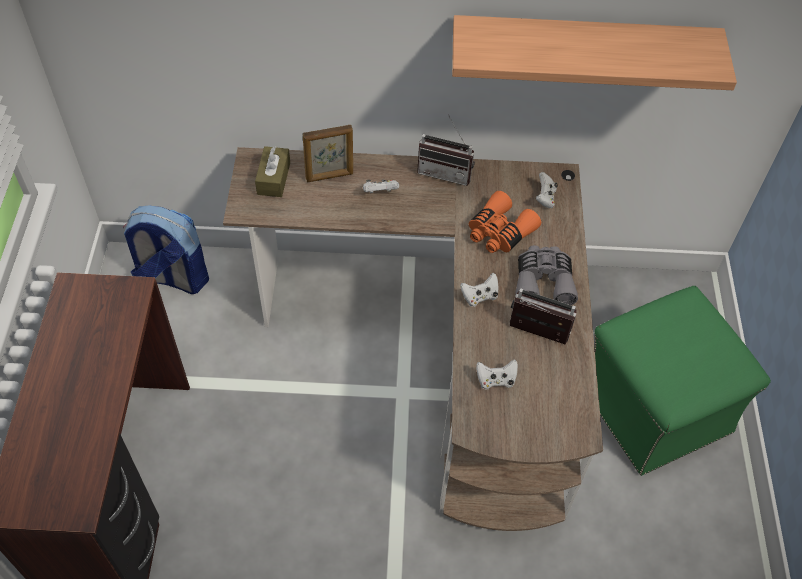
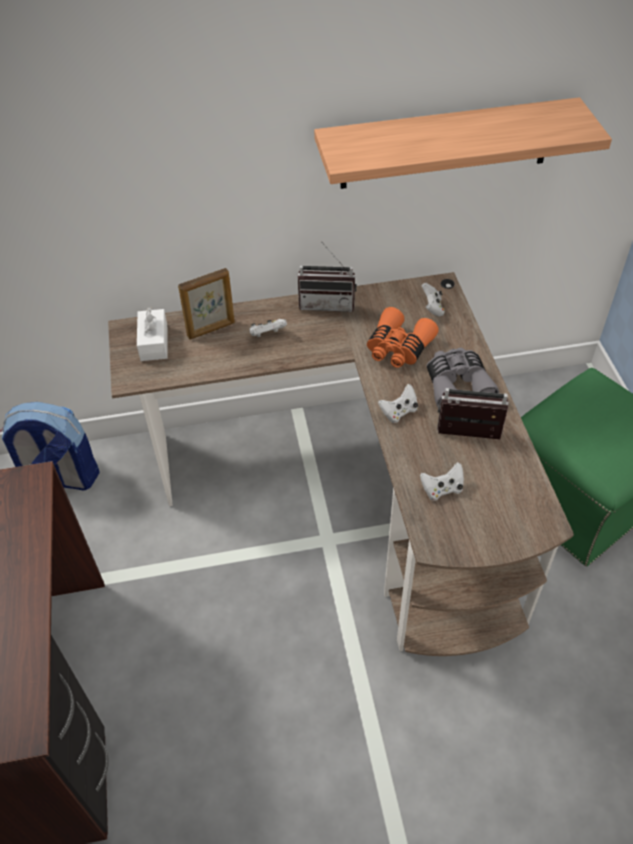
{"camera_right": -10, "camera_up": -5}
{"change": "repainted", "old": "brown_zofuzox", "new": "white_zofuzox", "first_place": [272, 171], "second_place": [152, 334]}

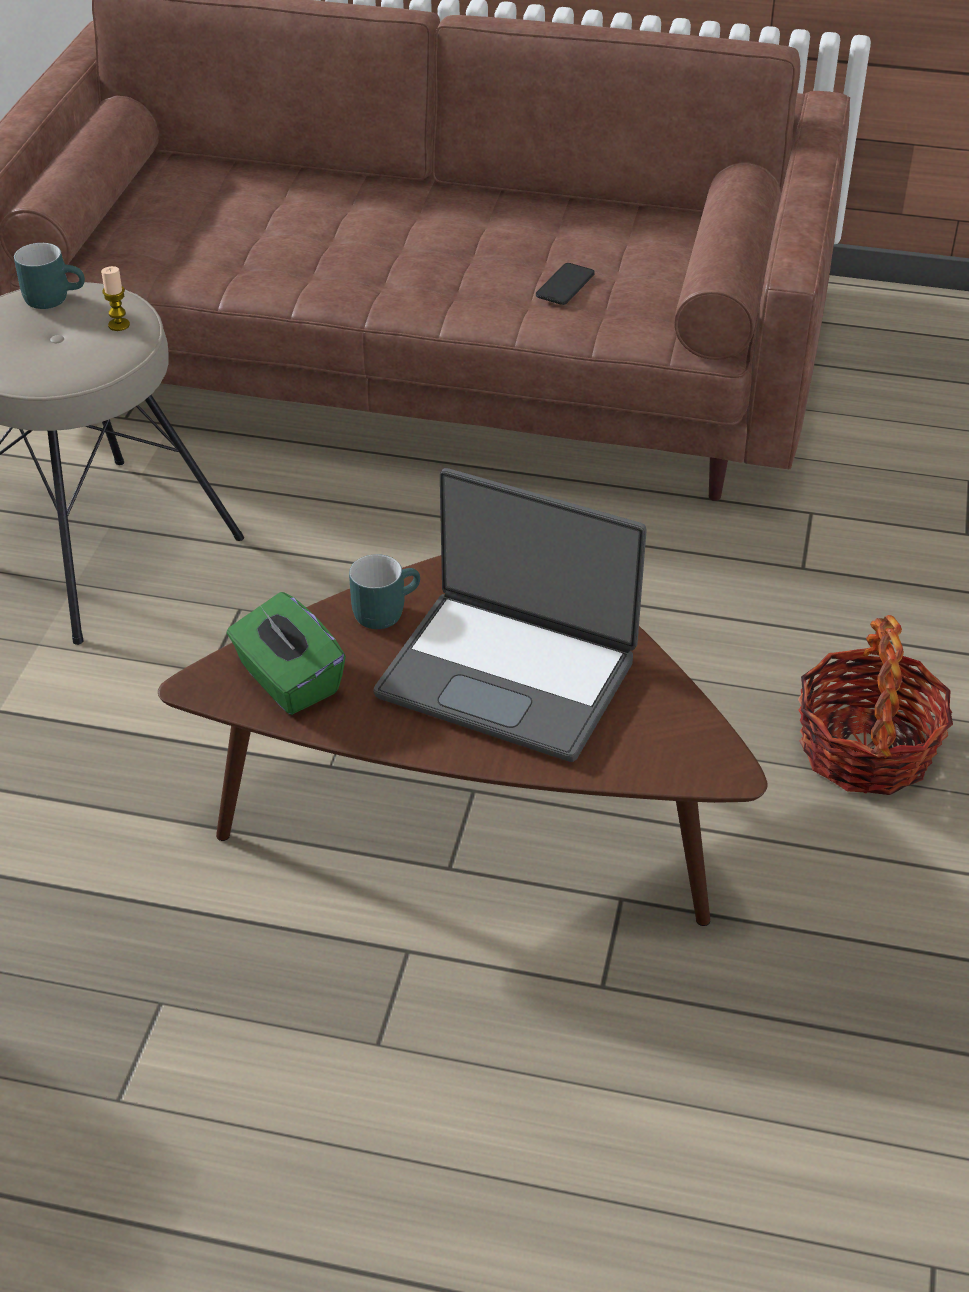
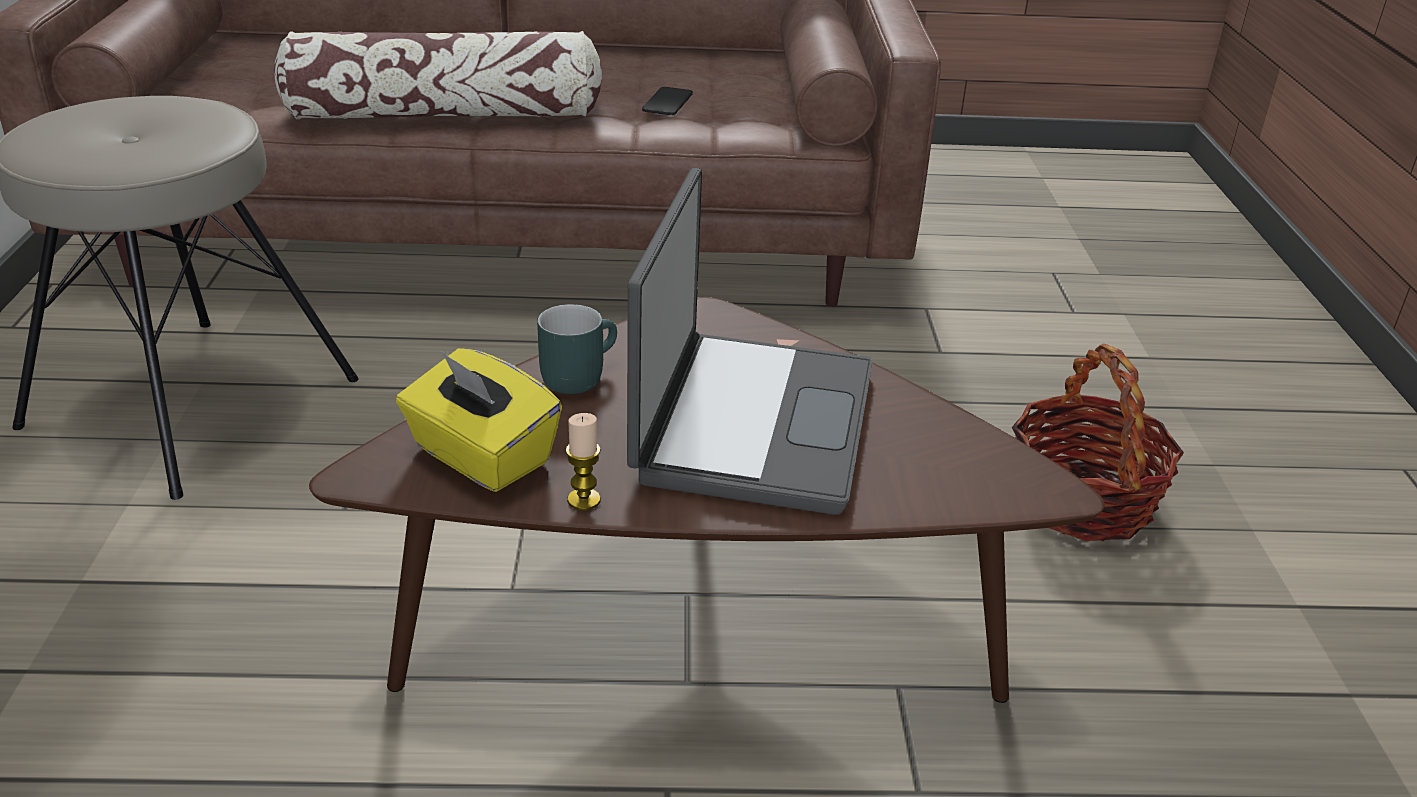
{"camera_right": -15, "camera_up": -10}
{"change": "gone", "old": "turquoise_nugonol", "first_place": [49, 276]}
{"change": "new", "new": "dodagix", "second_place": [438, 75]}
{"change": "shifted", "old": "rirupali", "first_place": [115, 298], "second_place": [583, 461]}
{"change": "repainted", "old": "green_zofuzox", "new": "yellow_zofuzox", "first_place": [286, 653], "second_place": [479, 420]}
{"change": "rotated", "old": "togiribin", "first_place": [510, 615], "second_place": [750, 341], "degrees": -90}

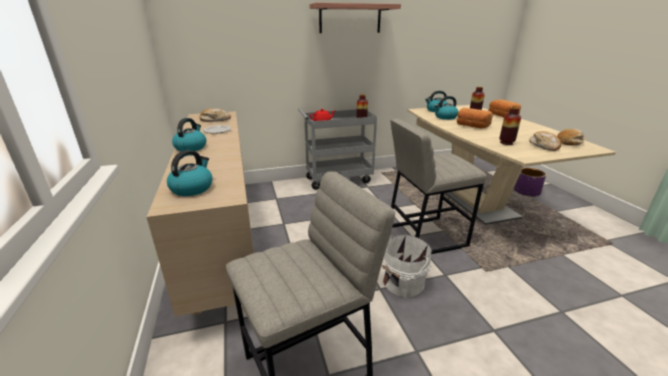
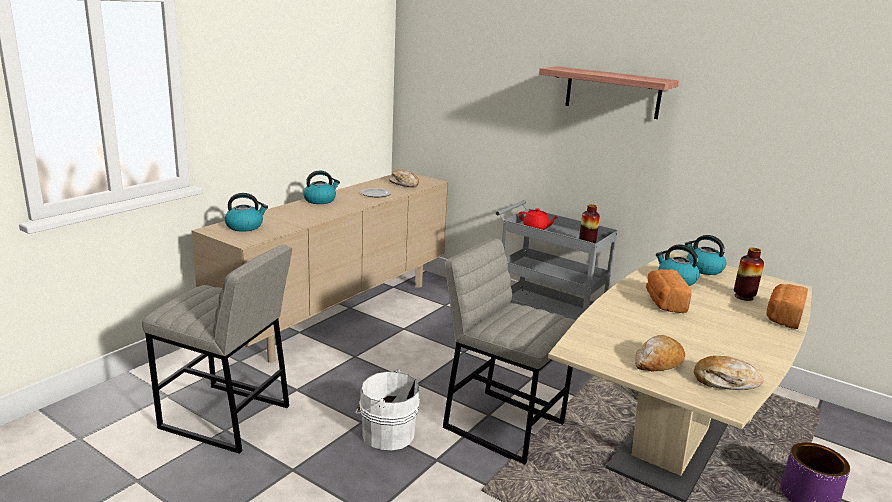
{"camera_right": 50, "camera_up": -5}
{"change": "gone", "old": "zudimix", "first_place": [510, 126]}

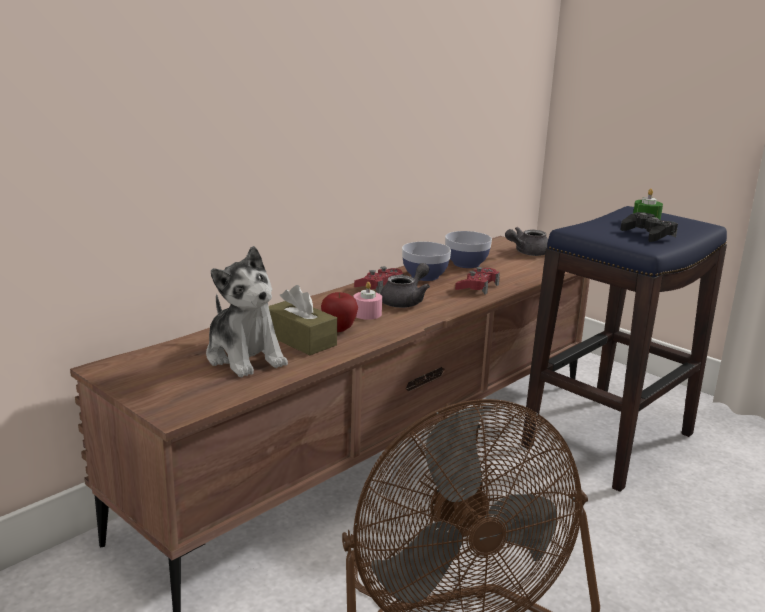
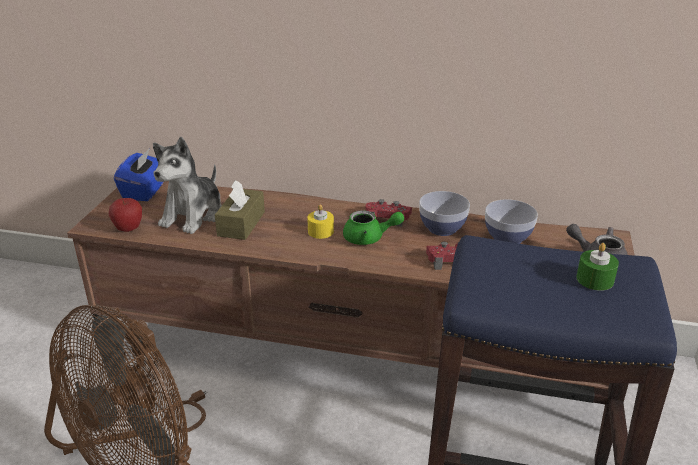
{"camera_right": 60, "camera_up": 10}
{"change": "gone", "old": "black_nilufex", "first_place": [649, 227]}
{"change": "new", "new": "blue_zofuzox", "second_place": [138, 174]}
{"change": "shifted", "old": "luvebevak", "first_place": [339, 312], "second_place": [125, 215]}
{"change": "repainted", "old": "pink_rirupali", "new": "yellow_rirupali", "first_place": [368, 301], "second_place": [320, 221]}
{"change": "repainted", "old": "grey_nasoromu", "new": "green_nasoromu", "first_place": [405, 285], "second_place": [373, 227]}

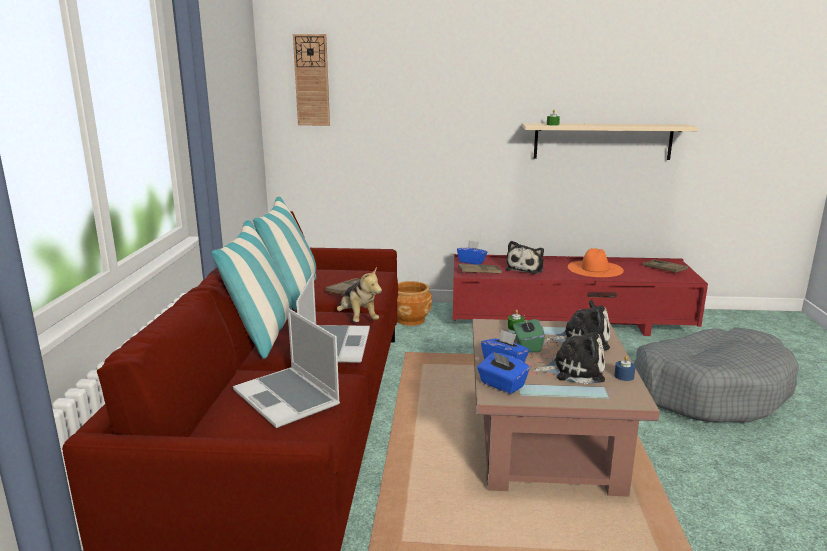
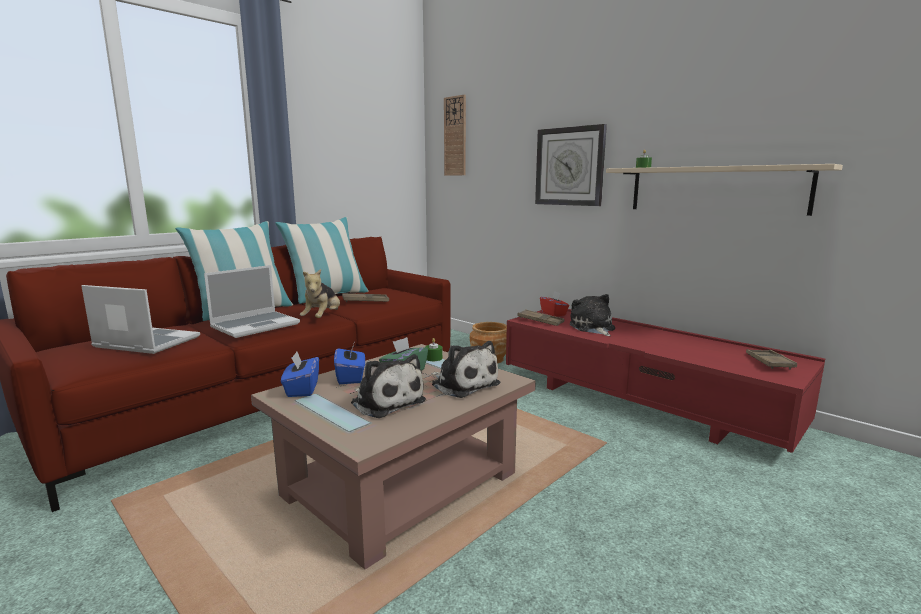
{"camera_right": 40, "camera_up": -5}
{"change": "gone", "old": "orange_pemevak", "first_place": [596, 262]}
{"change": "gone", "old": "blue_rirupali", "first_place": [625, 368]}
{"change": "gone", "old": "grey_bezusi", "first_place": [716, 374]}
{"change": "new", "new": "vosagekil", "second_place": [571, 165]}
{"change": "repainted", "old": "blue_zofuzox", "new": "red_zofuzox", "first_place": [472, 253], "second_place": [554, 304]}
{"change": "rotated", "old": "togiribin", "first_place": [286, 368], "second_place": [141, 319], "degrees": 105}
{"change": "rotated", "old": "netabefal", "first_place": [525, 257], "second_place": [592, 315], "degrees": 105}

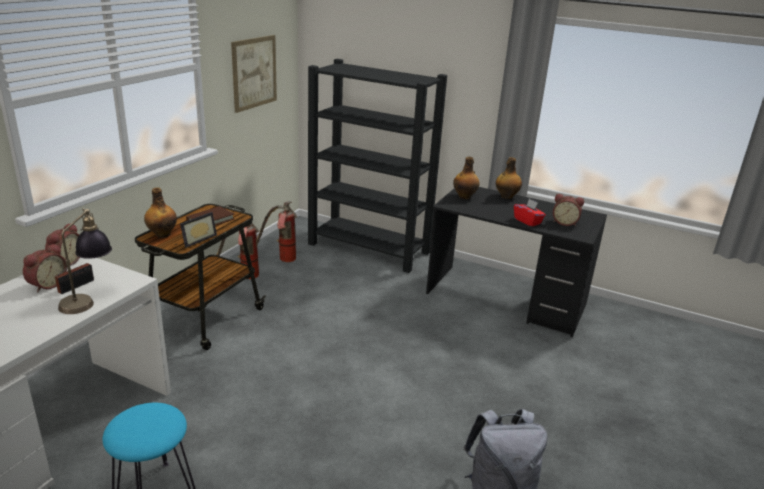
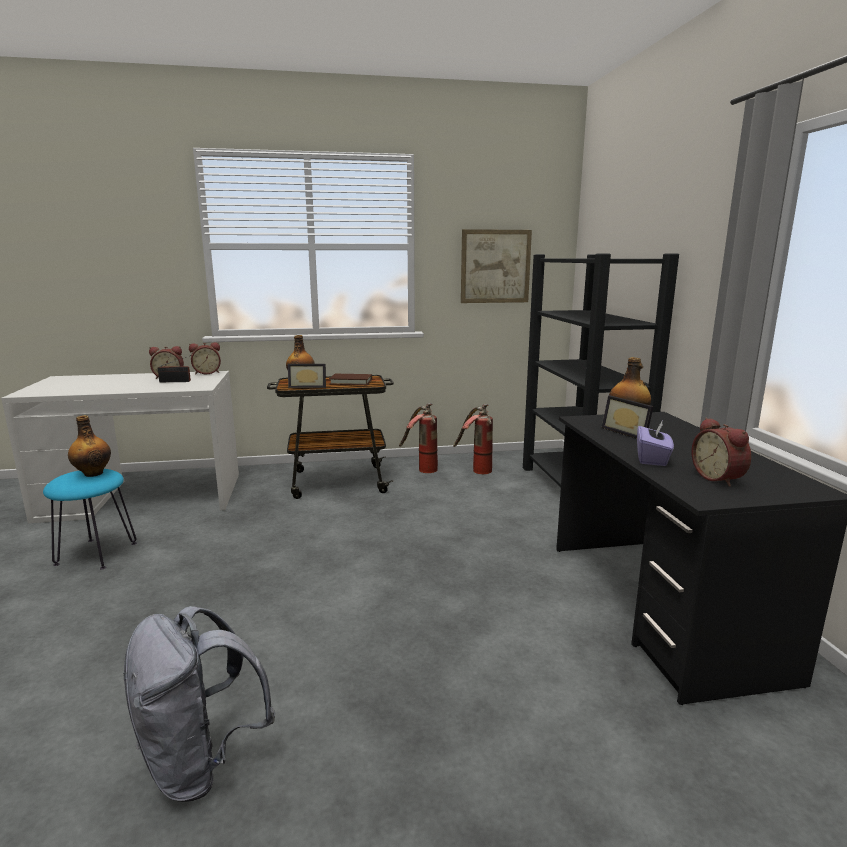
{"camera_right": 55, "camera_up": -10}
{"change": "gone", "old": "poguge", "first_place": [85, 261]}
{"change": "new", "new": "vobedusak", "second_place": [627, 417]}
{"change": "shifted", "old": "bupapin", "first_place": [509, 178], "second_place": [89, 446]}
{"change": "repainted", "old": "red_zofuzox", "new": "purple_zofuzox", "first_place": [530, 213], "second_place": [655, 443]}

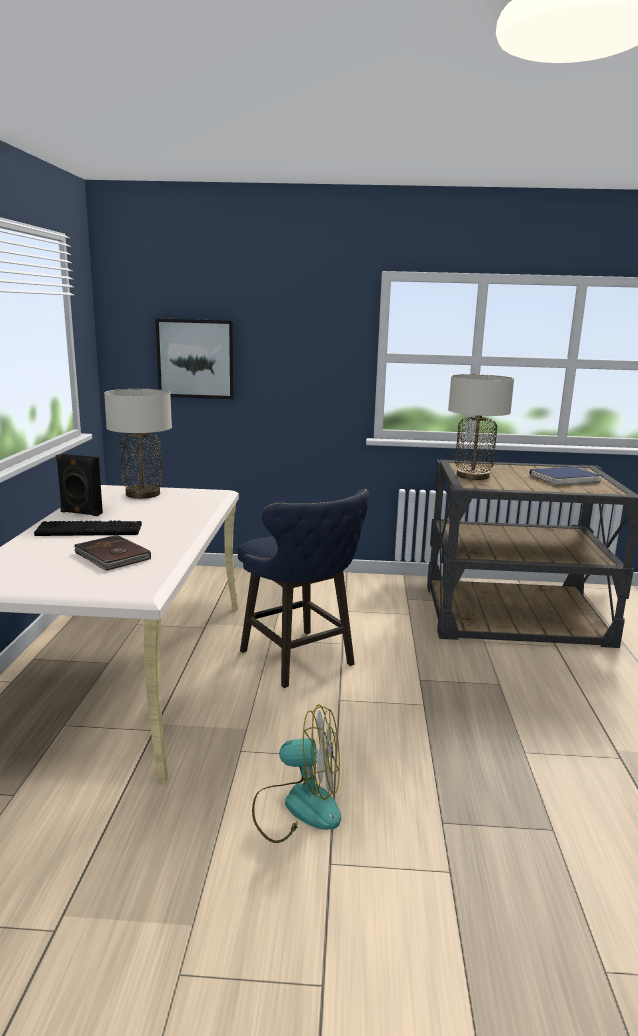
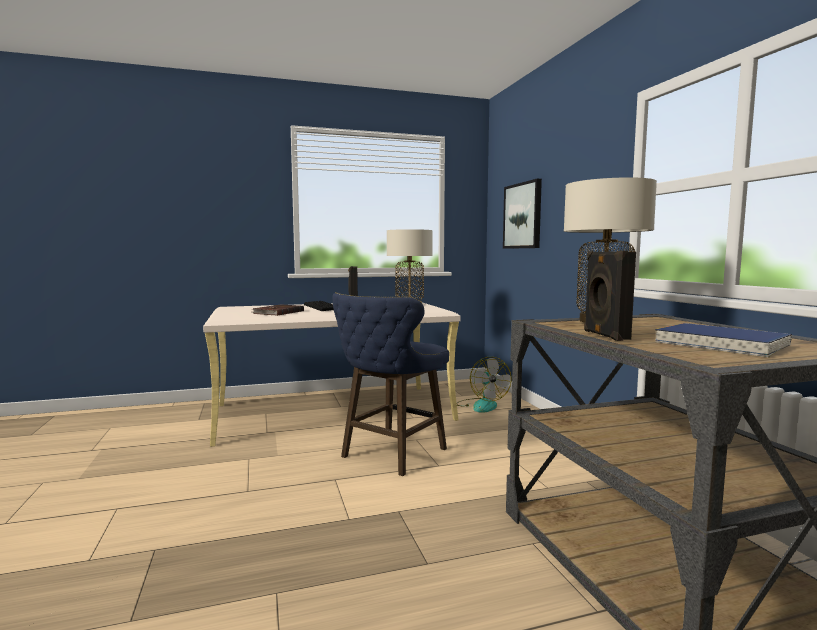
{"camera_right": 70, "camera_up": -10}
{"change": "new", "new": "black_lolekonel", "second_place": [610, 296]}
{"change": "shifted", "old": "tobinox", "first_place": [296, 774], "second_place": [484, 385]}

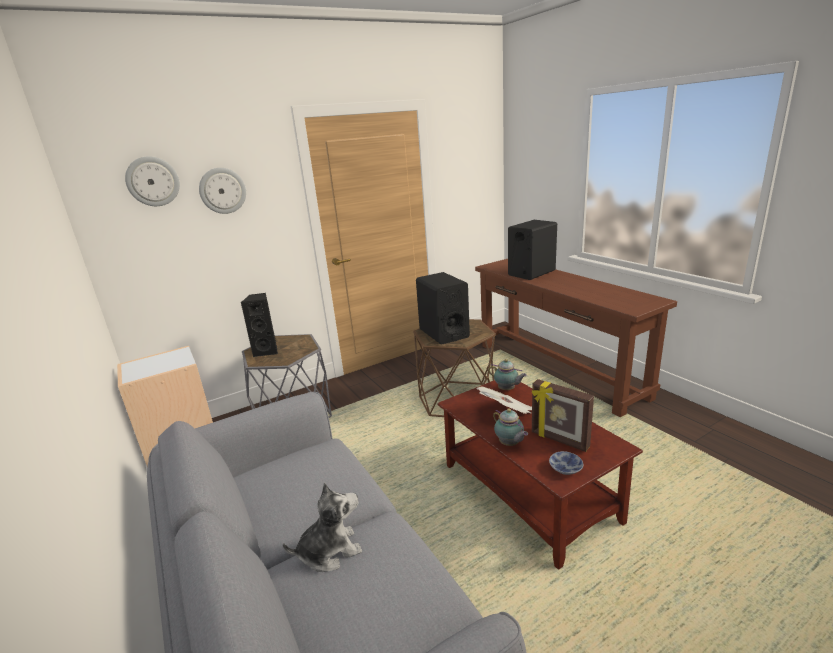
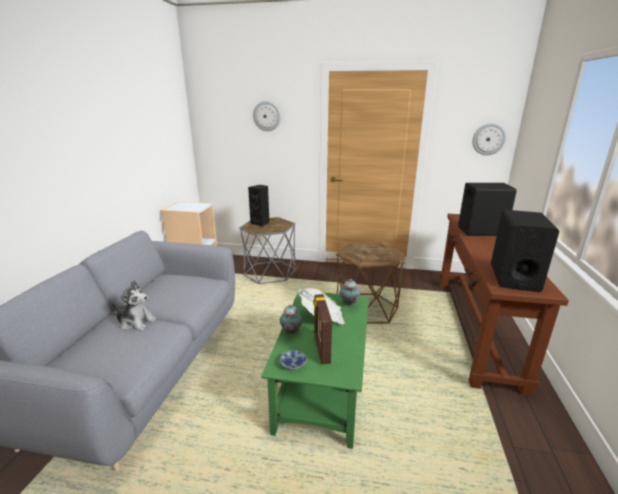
{"camera_right": 40, "camera_up": 0}
{"change": "shifted", "old": "vosagekil", "first_place": [152, 181], "second_place": [489, 139]}
{"change": "shifted", "old": "black_lolekonel", "first_place": [443, 308], "second_place": [525, 251]}
{"change": "repainted", "old": "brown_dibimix", "new": "green_dibimix", "first_place": [540, 475], "second_place": [315, 371]}

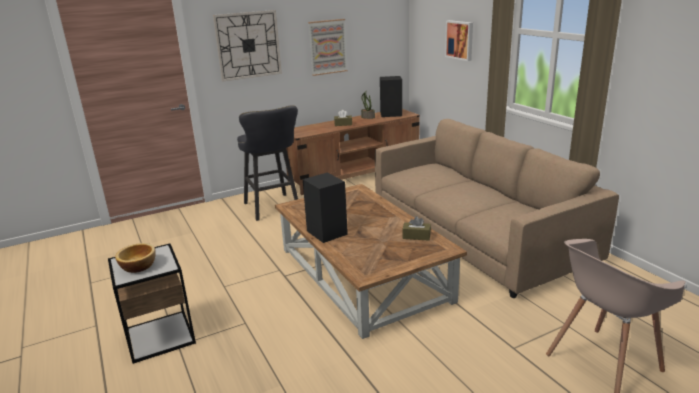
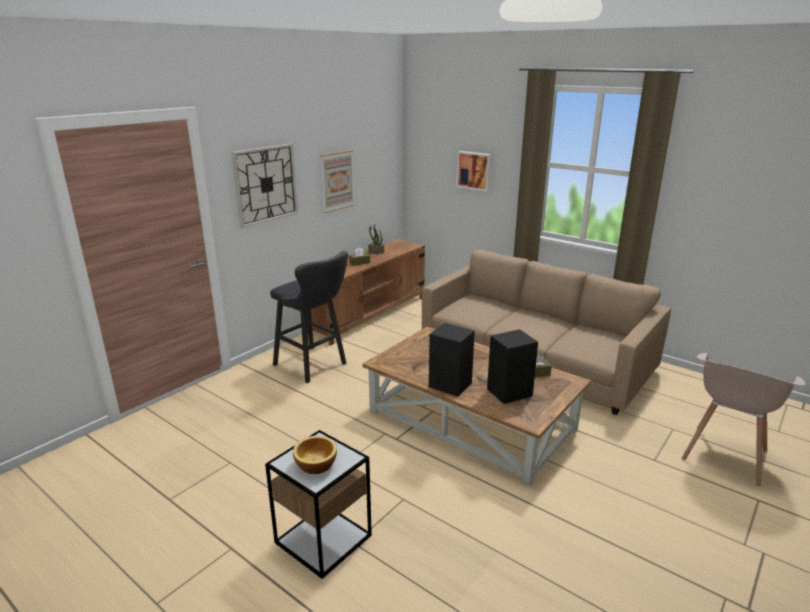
{"camera_right": -25, "camera_up": 0}
{"change": "shifted", "old": "black_lolekonel", "first_place": [391, 96], "second_place": [512, 366]}

